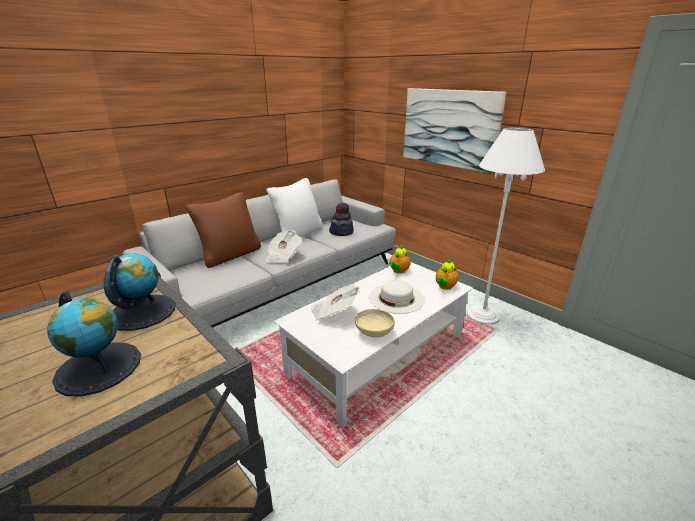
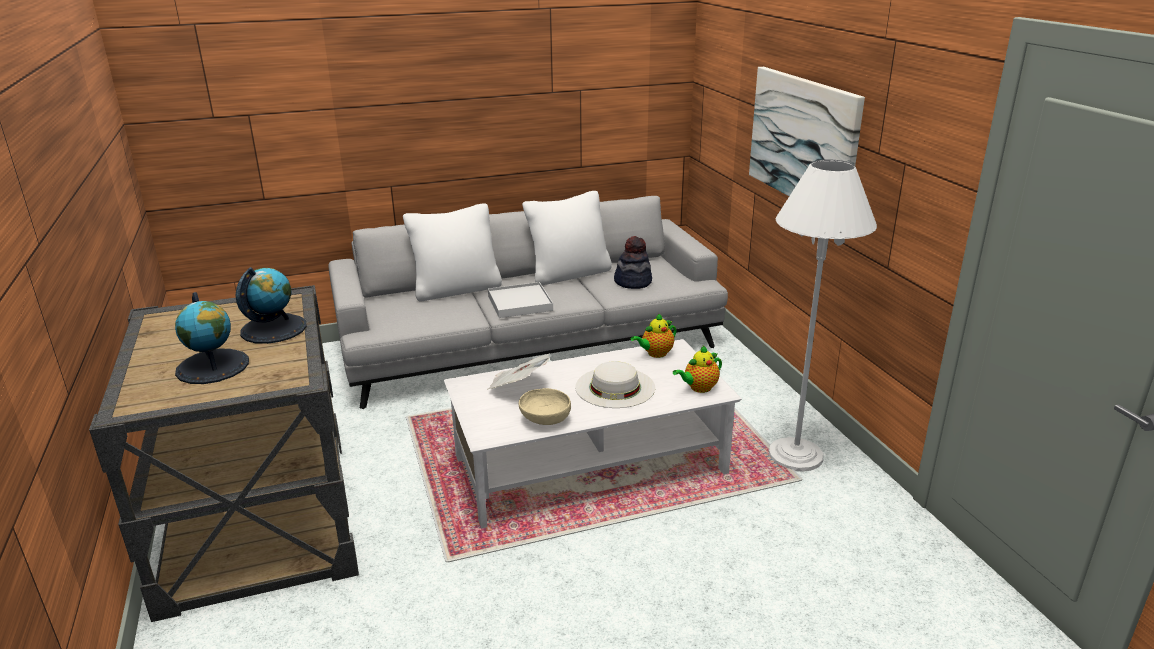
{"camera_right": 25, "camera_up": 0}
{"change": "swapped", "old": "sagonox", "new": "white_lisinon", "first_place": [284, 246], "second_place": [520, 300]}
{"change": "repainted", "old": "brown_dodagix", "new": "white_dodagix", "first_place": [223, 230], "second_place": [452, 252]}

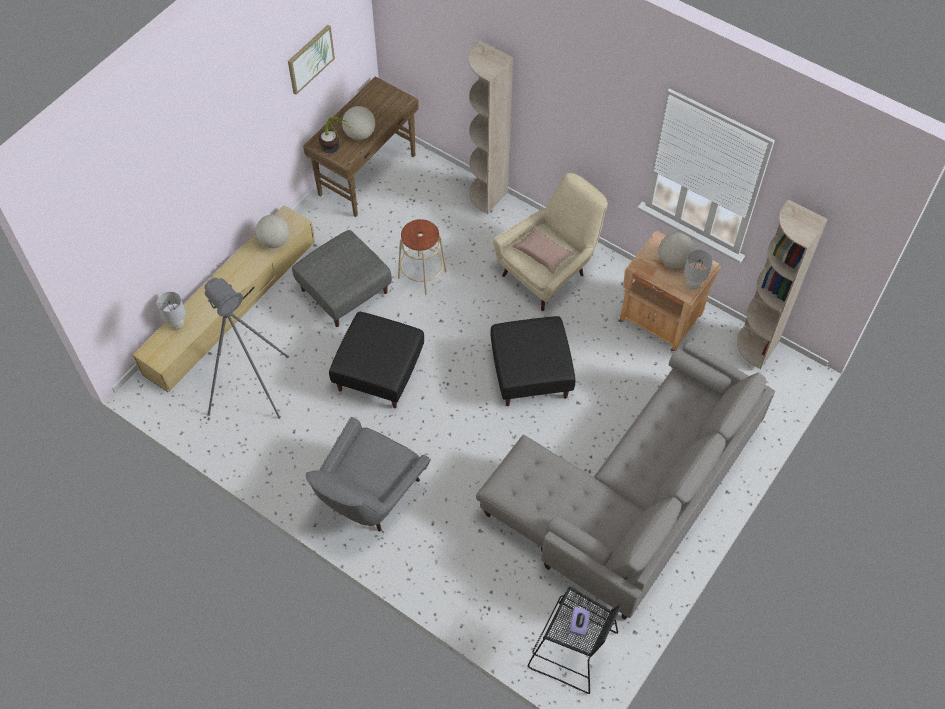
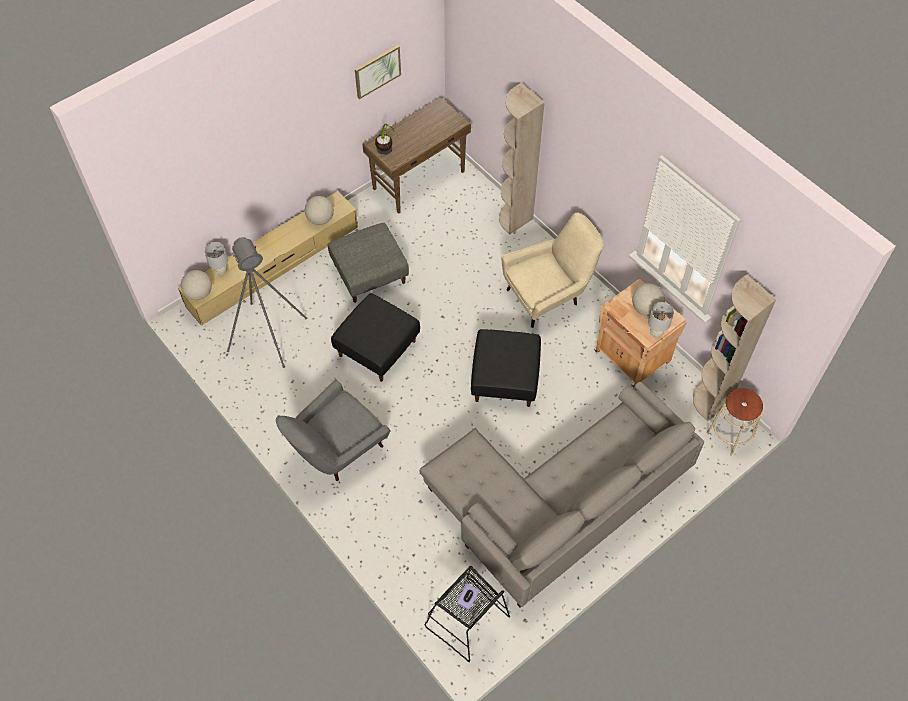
{"camera_right": 15, "camera_up": 0}
{"change": "gone", "old": "beige_dodagix", "first_place": [543, 249]}
{"change": "shifted", "old": "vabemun", "first_place": [358, 123], "second_place": [196, 285]}
{"change": "shifted", "old": "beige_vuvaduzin", "first_place": [422, 257], "second_place": [735, 422]}

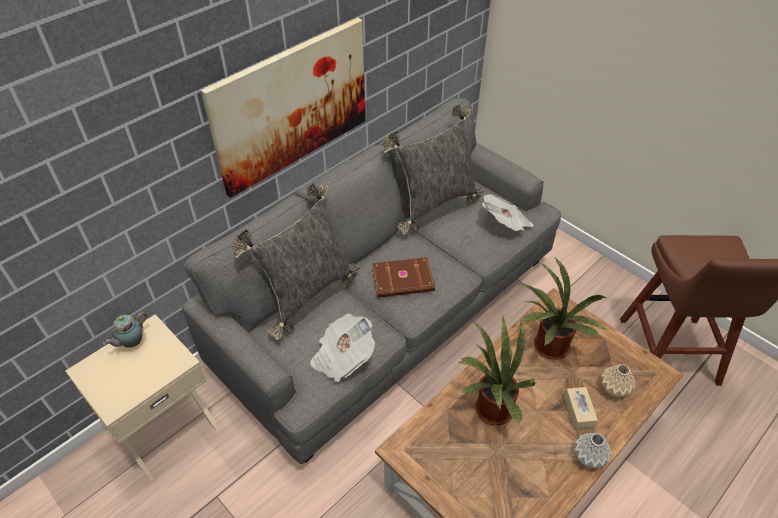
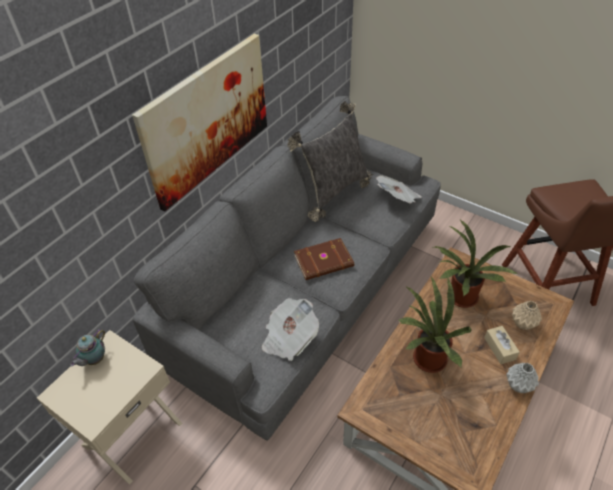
{"camera_right": -10, "camera_up": 0}
{"change": "gone", "old": "dodagix", "first_place": [295, 262]}

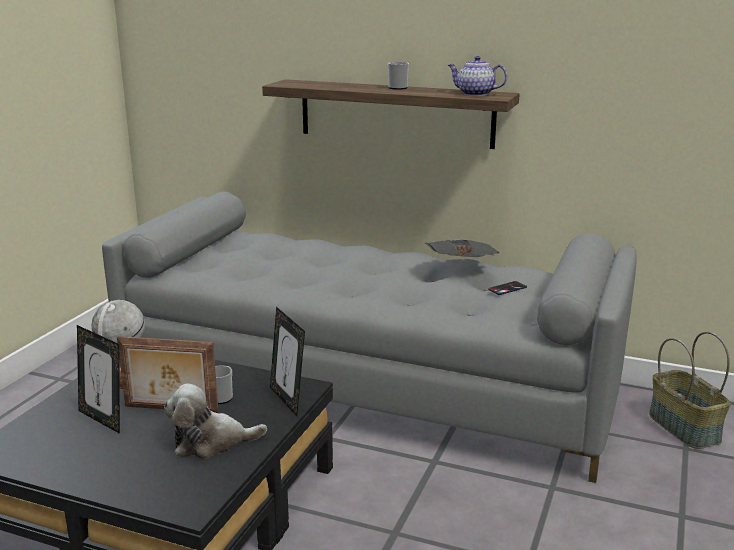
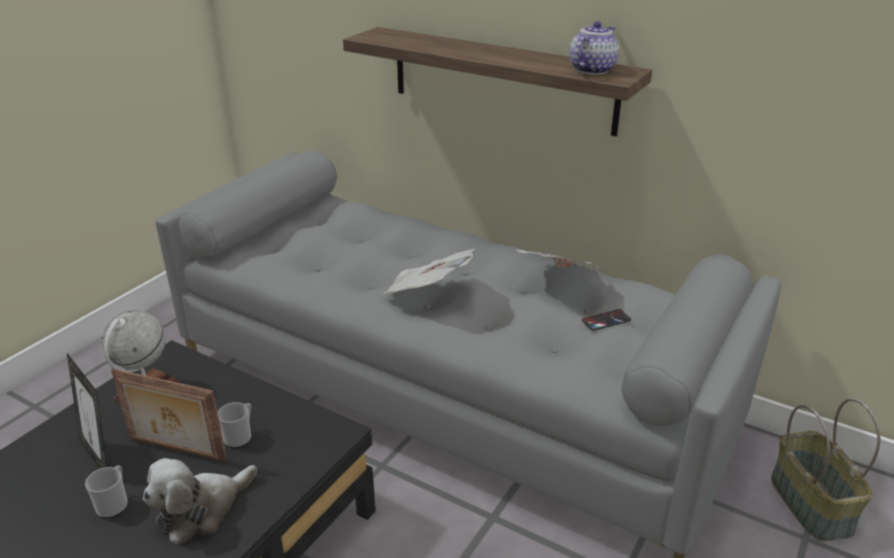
{"camera_right": 10, "camera_up": 10}
{"change": "gone", "old": "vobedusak", "first_place": [287, 361]}
{"change": "new", "new": "sagonox", "second_place": [428, 271]}
{"change": "shifted", "old": "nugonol", "first_place": [398, 76], "second_place": [106, 492]}
{"change": "rotated", "old": "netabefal", "first_place": [215, 421], "second_place": [200, 501], "degrees": -45}
{"change": "rotated", "old": "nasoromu", "first_place": [477, 76], "second_place": [594, 48], "degrees": 90}

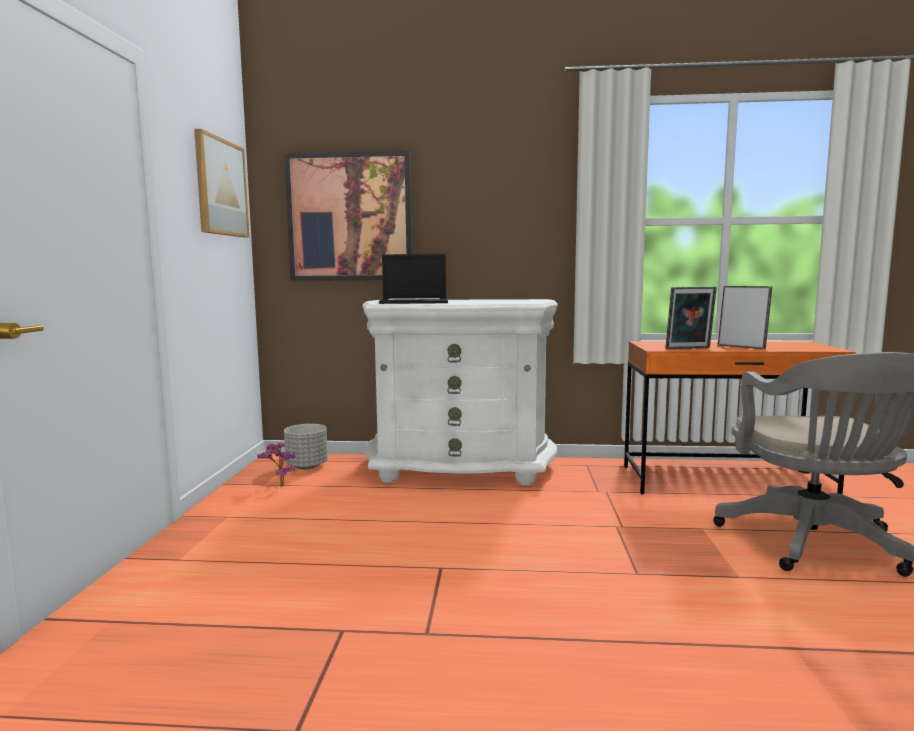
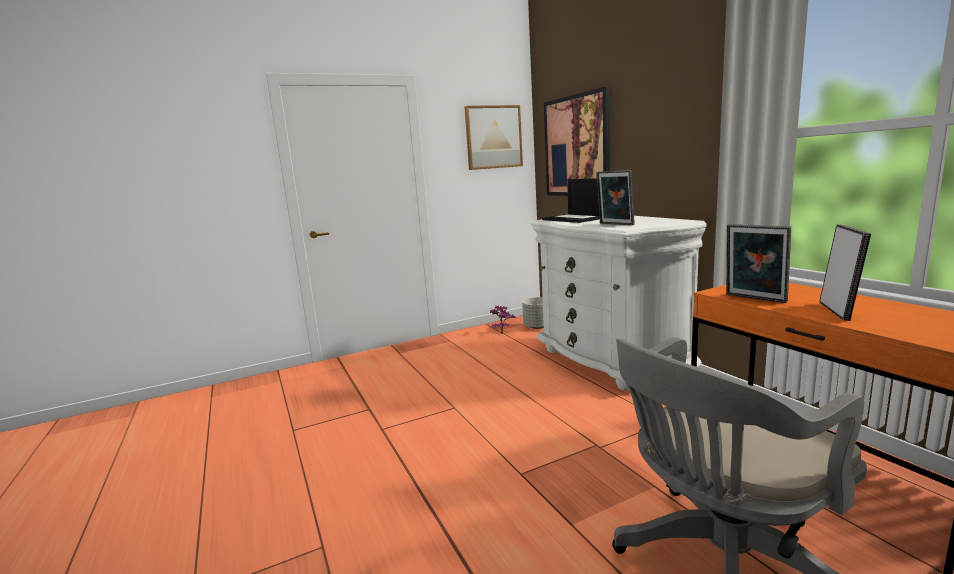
{"camera_right": 60, "camera_up": 5}
{"change": "new", "new": "vobedusak", "second_place": [615, 197]}

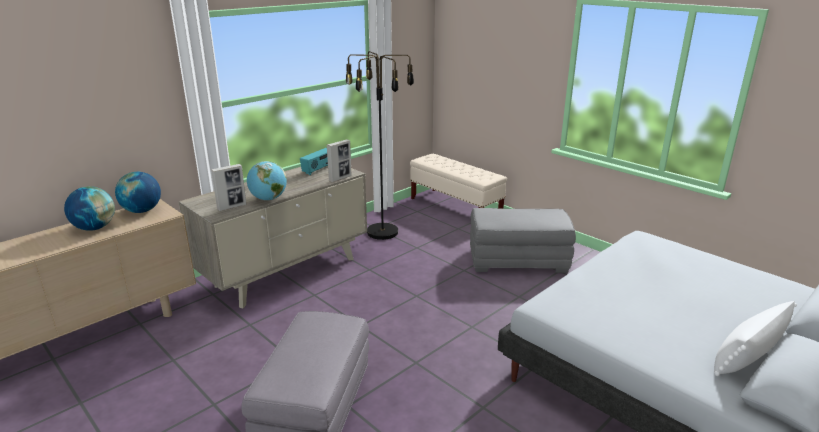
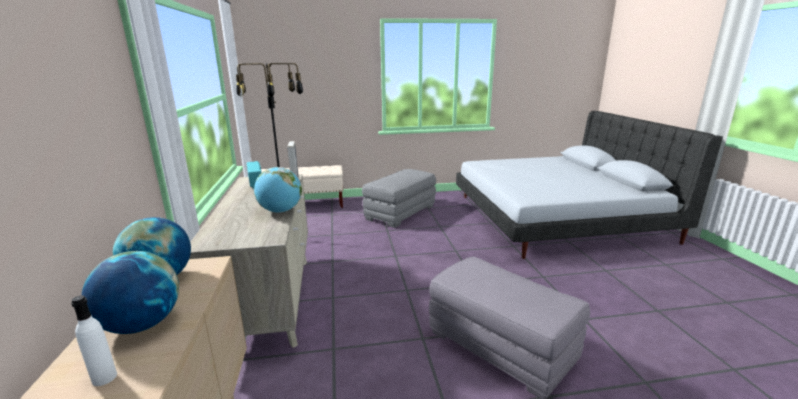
{"camera_right": -55, "camera_up": -5}
{"change": "gone", "old": "vobedusak", "first_place": [229, 187]}
{"change": "gone", "old": "white_dodagix", "first_place": [755, 338]}
{"change": "new", "new": "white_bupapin", "second_place": [94, 340]}

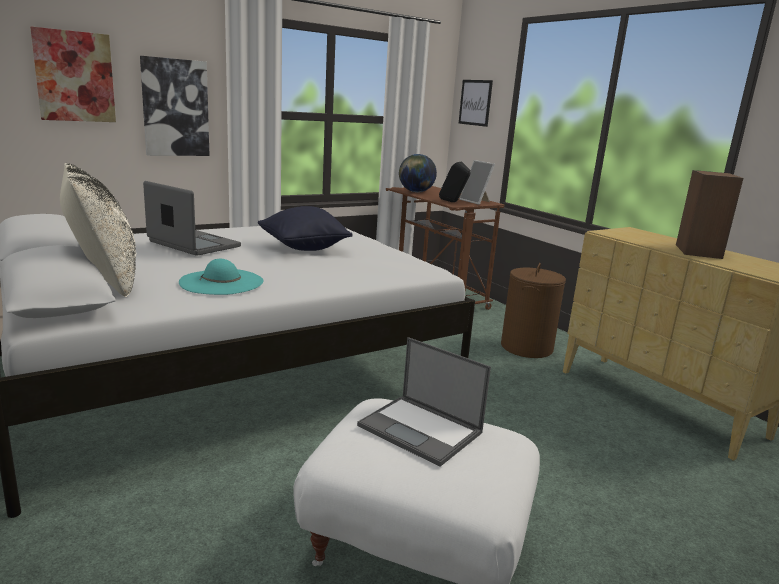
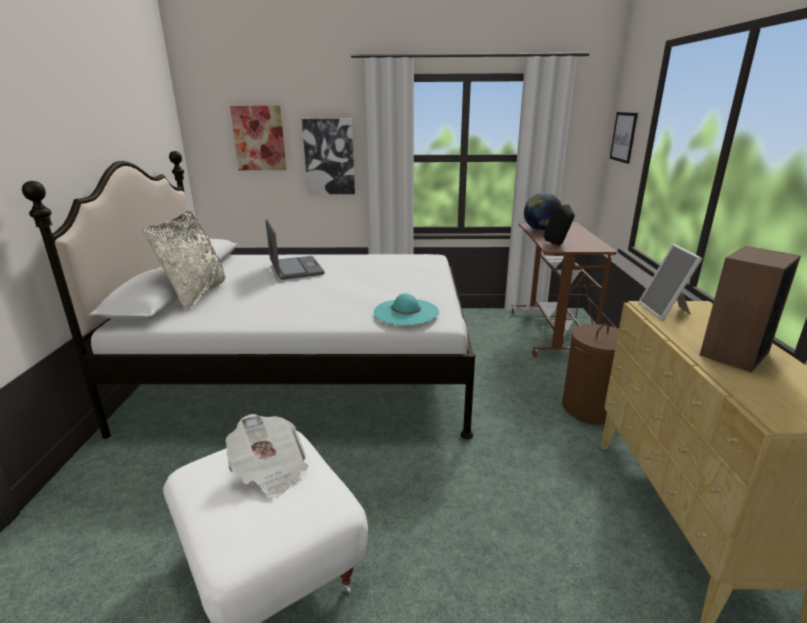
{"camera_right": 35, "camera_up": 5}
{"change": "gone", "old": "black_dodagix", "first_place": [305, 228]}
{"change": "shifted", "old": "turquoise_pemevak", "first_place": [221, 277], "second_place": [406, 309]}
{"change": "shifted", "old": "vobedusak", "first_place": [477, 182], "second_place": [671, 282]}
{"change": "swapped", "old": "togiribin", "new": "sagonox", "first_place": [424, 402], "second_place": [266, 456]}

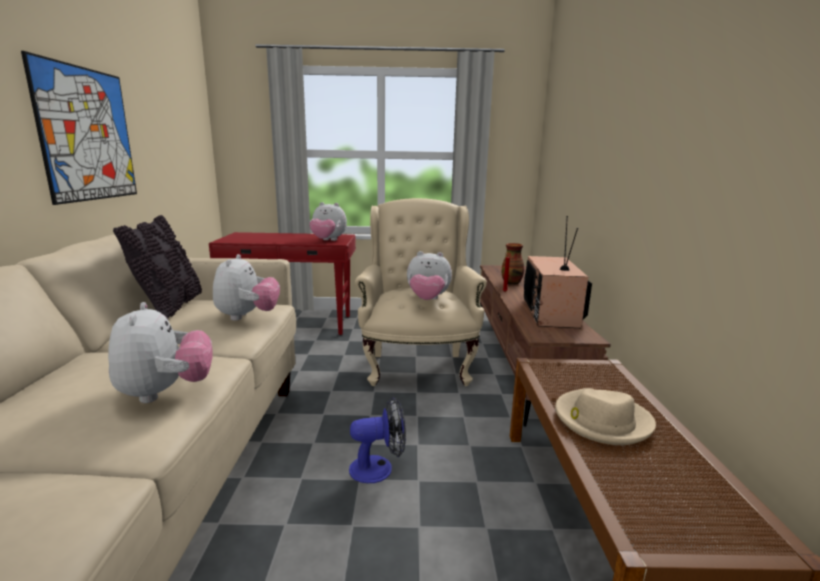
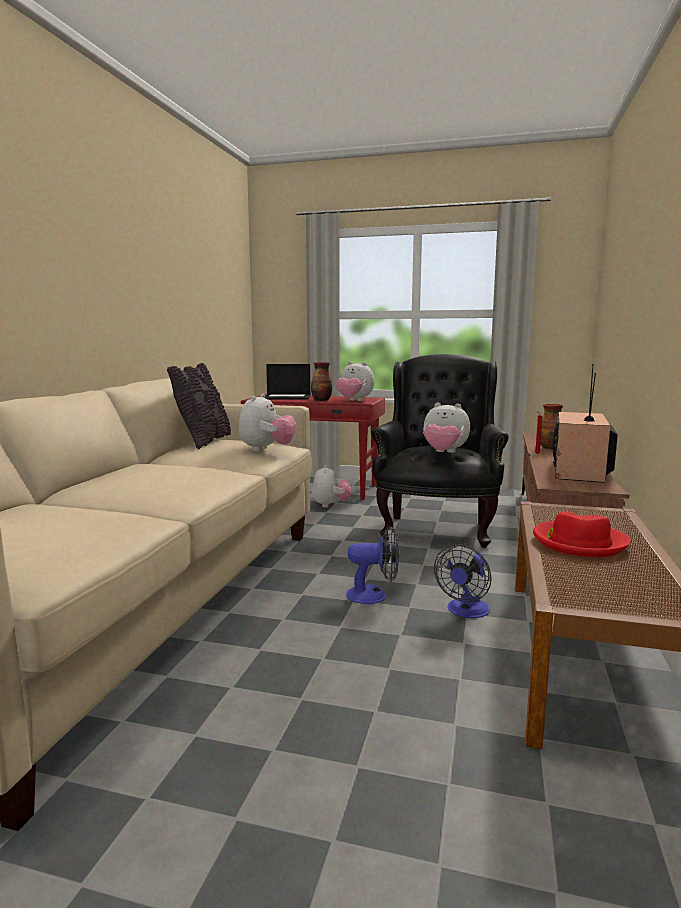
{"camera_right": 15, "camera_up": -5}
{"change": "gone", "old": "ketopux", "first_place": [79, 128]}
{"change": "new", "new": "togiribin", "second_place": [288, 382]}
{"change": "new", "new": "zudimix", "second_place": [321, 381]}
{"change": "new", "new": "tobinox", "second_place": [463, 581]}
{"change": "shifted", "old": "netabefal", "first_place": [160, 352], "second_place": [331, 486]}
{"change": "repainted", "old": "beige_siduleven", "new": "black_siduleven", "first_place": [421, 292], "second_place": [440, 451]}
{"change": "repainted", "old": "beige_pemevak", "new": "red_pemevak", "first_place": [605, 416], "second_place": [582, 534]}

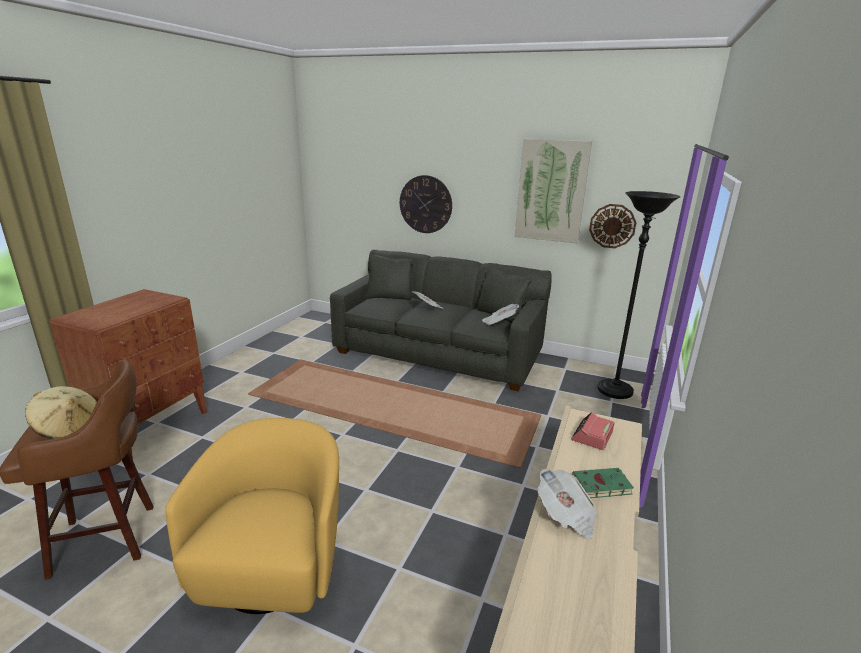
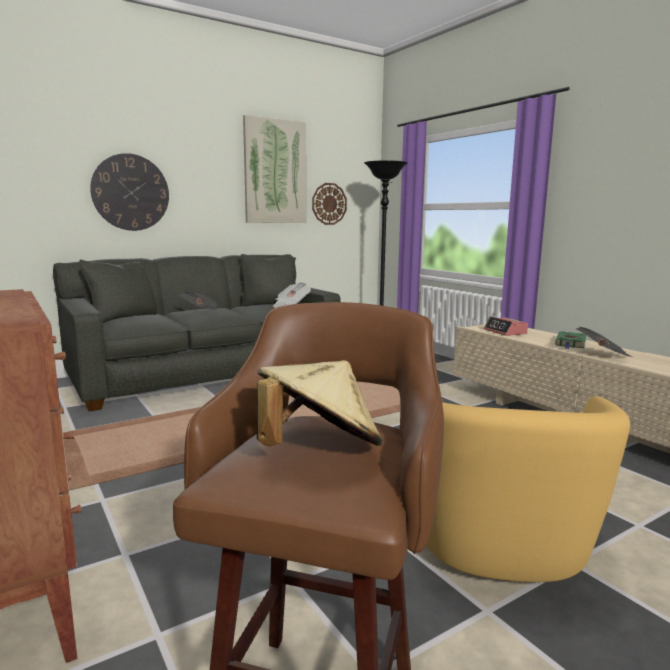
{"camera_right": -55, "camera_up": -10}
{"change": "rotated", "old": "yellow_siduleven", "first_place": [252, 516], "second_place": [528, 489], "degrees": -120}

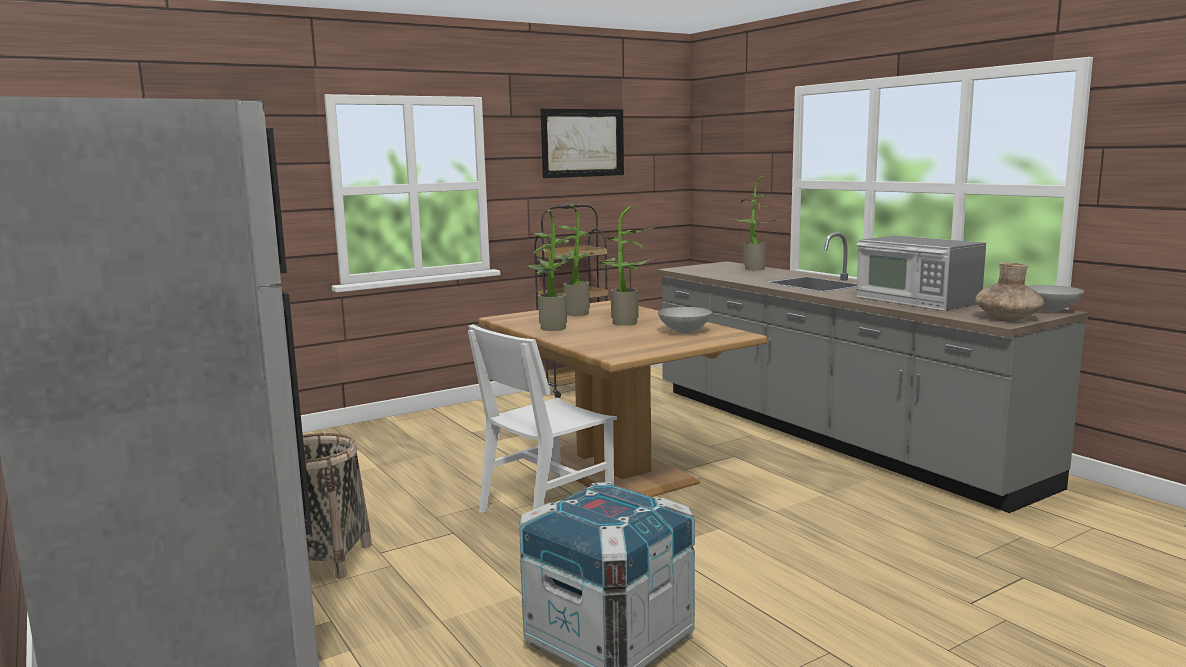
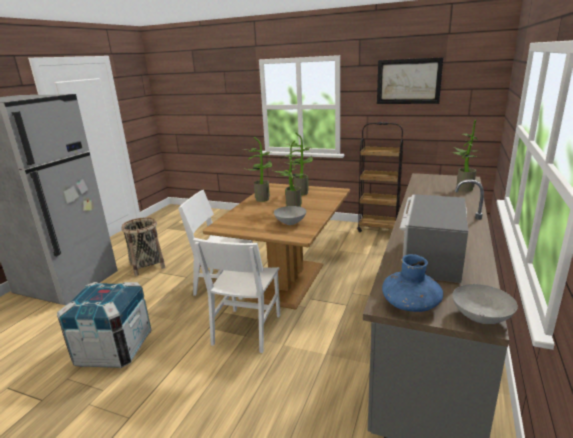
{"camera_right": 55, "camera_up": 10}
{"change": "new", "new": "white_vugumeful", "second_place": [236, 295]}
{"change": "repainted", "old": "brown_zudimix", "new": "blue_zudimix", "first_place": [1010, 291], "second_place": [412, 283]}

